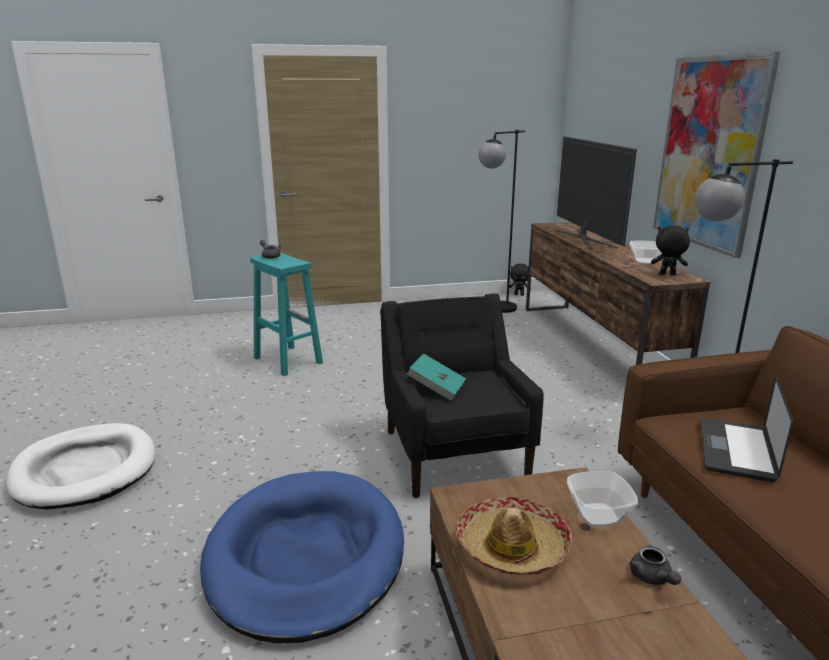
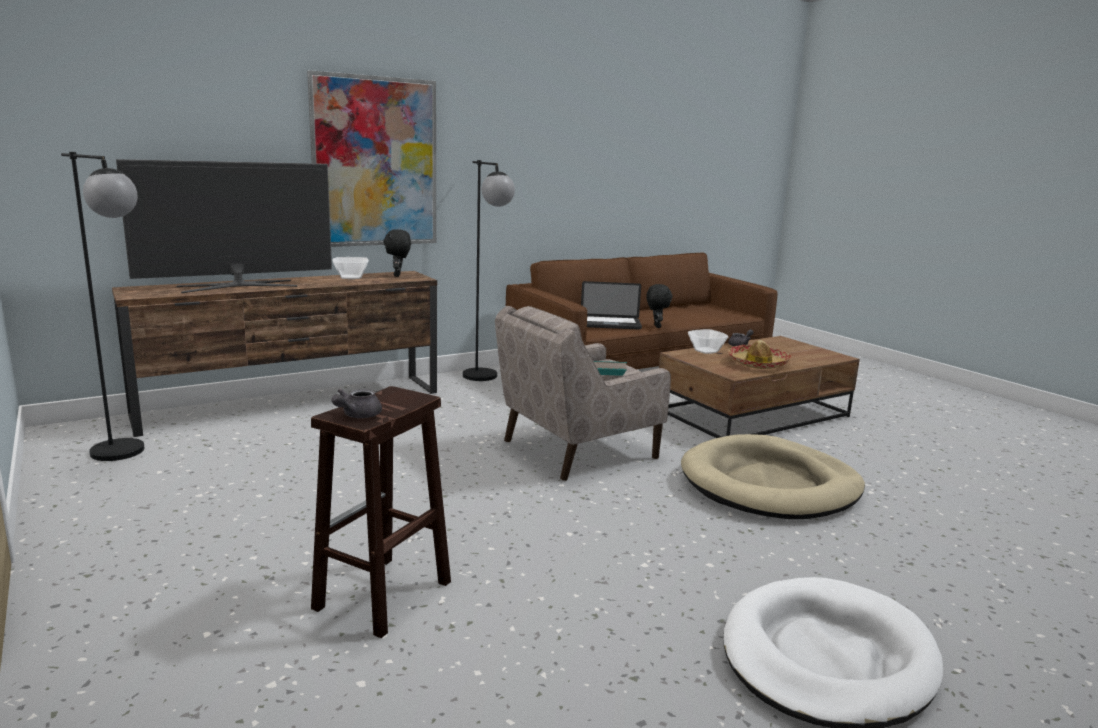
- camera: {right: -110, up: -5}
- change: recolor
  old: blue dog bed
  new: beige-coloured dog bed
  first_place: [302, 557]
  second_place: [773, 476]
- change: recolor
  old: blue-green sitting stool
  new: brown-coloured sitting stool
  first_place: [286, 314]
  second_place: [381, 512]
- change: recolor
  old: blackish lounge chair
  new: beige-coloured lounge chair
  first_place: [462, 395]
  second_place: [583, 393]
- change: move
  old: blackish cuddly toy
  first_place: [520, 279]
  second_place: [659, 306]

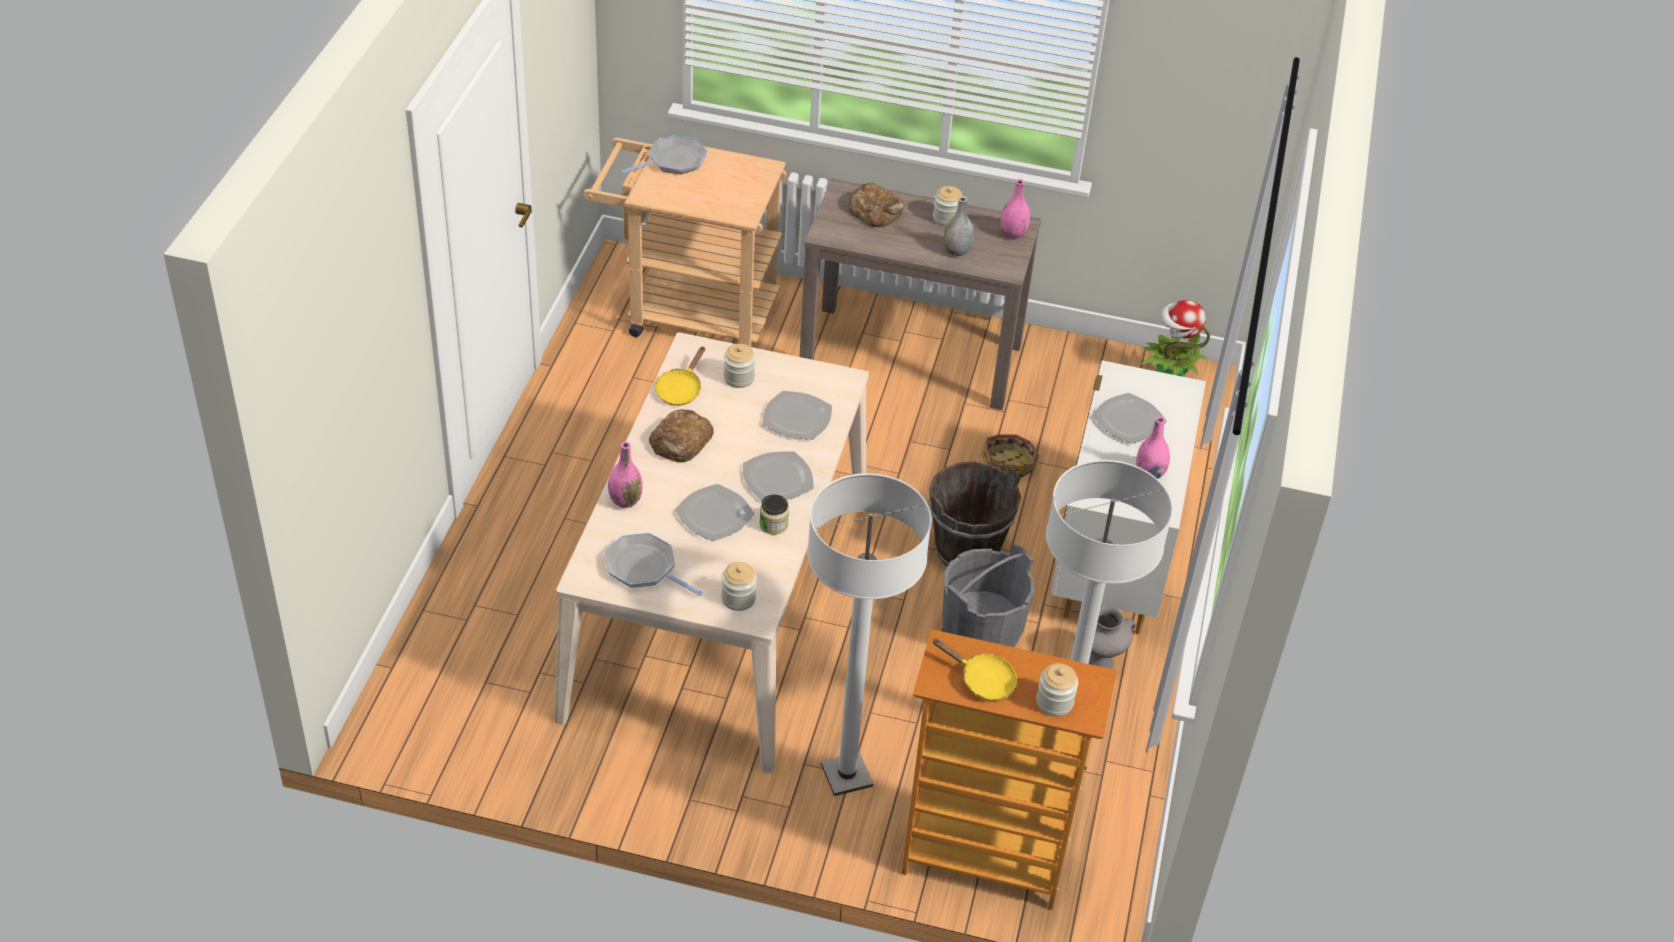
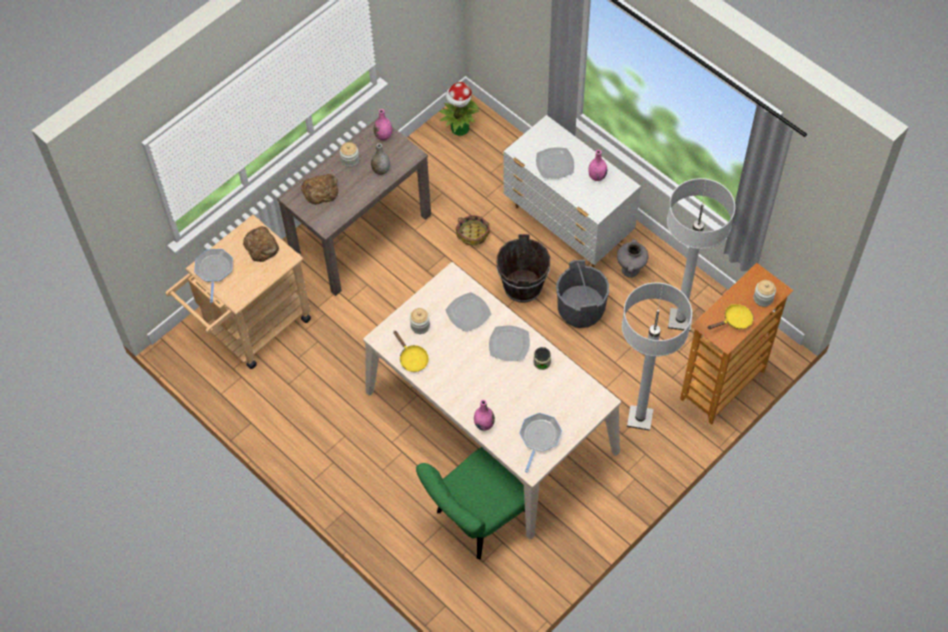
- camera: {right: -55, up: 15}
- change: rotate
  old: skillet
  first_place: [654, 564]
  second_place: [540, 443]
  degrees: 135
- change: move
  old: bread
  first_place: [681, 436]
  second_place: [261, 244]
- change: delete
  old: plate
  first_place: [714, 512]
- change: delete
  old: jar
  first_place: [739, 586]
- change: insert
  new: greenish upright chair
  second_place: [470, 503]

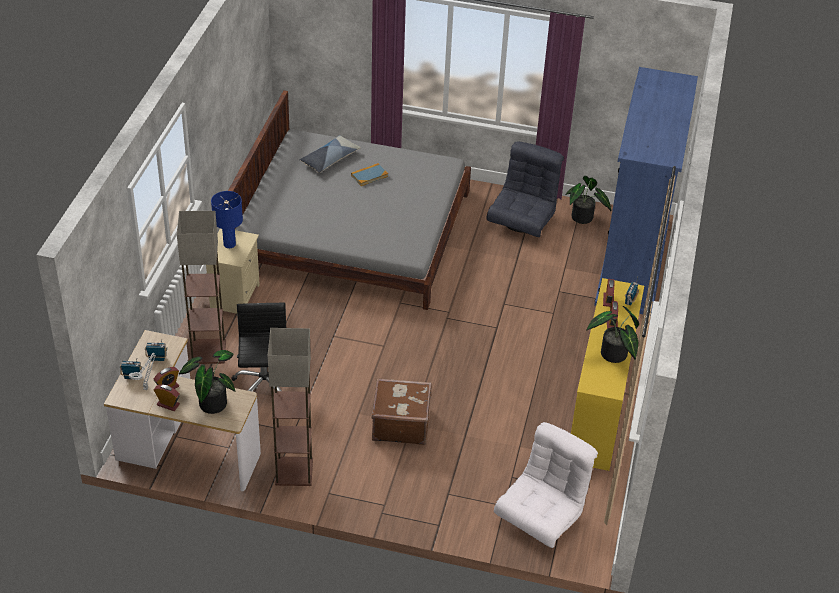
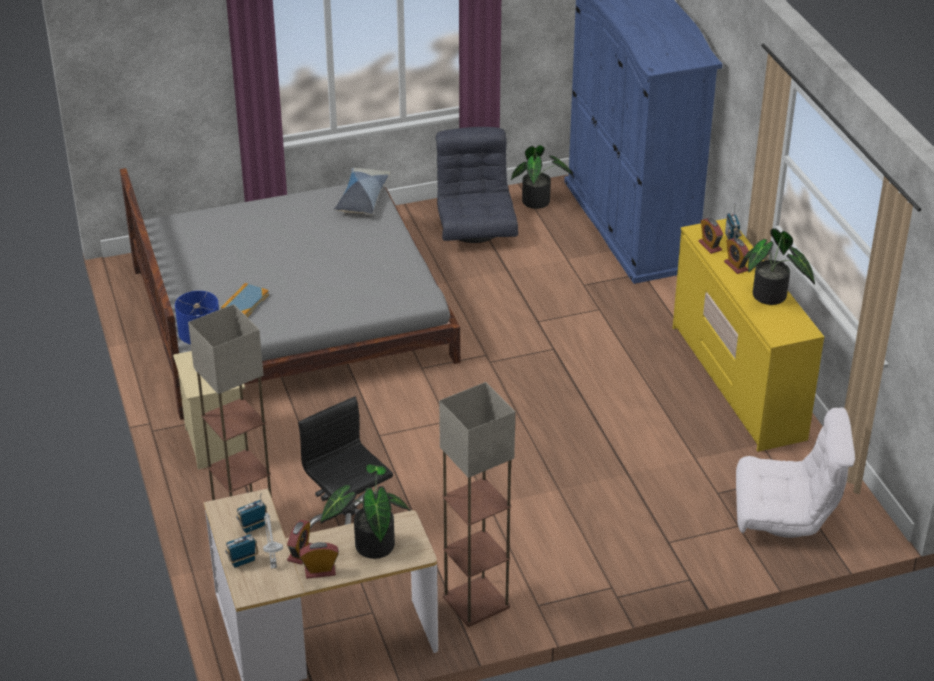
- camera: {right: -30, up: -5}
- change: move
  old: throw pillow
  first_place: [330, 154]
  second_place: [362, 191]
- change: move
  old: volume
  first_place: [369, 174]
  second_place: [245, 300]
- change: delete
  old: brown-coloured piece of luggage
  first_place: [402, 411]
- change: rotate
  old: white lounge chair
  first_place: [546, 485]
  second_place: [795, 472]
  degrees: 90

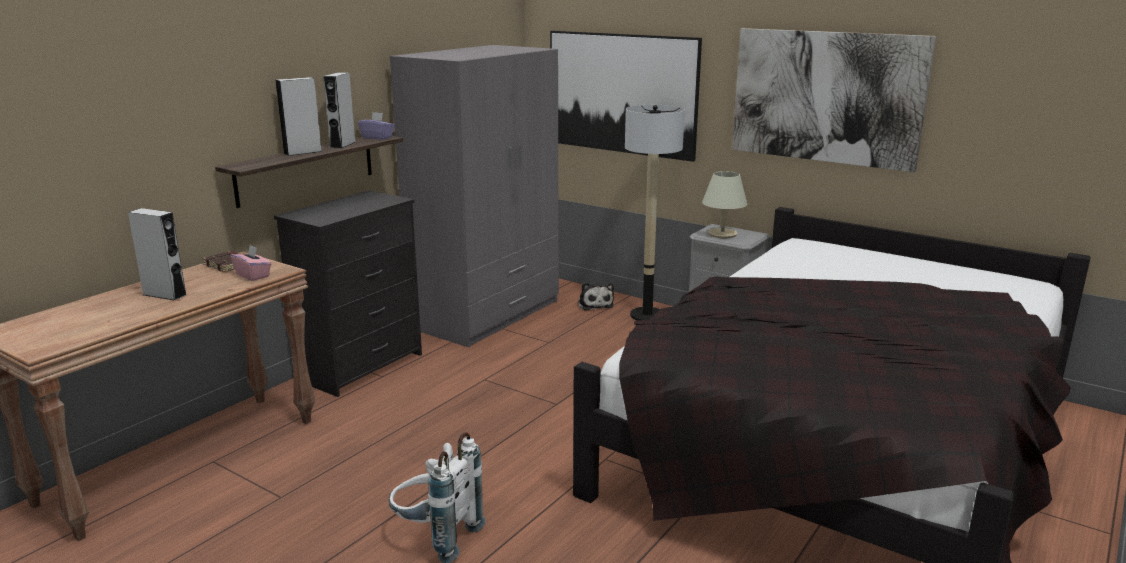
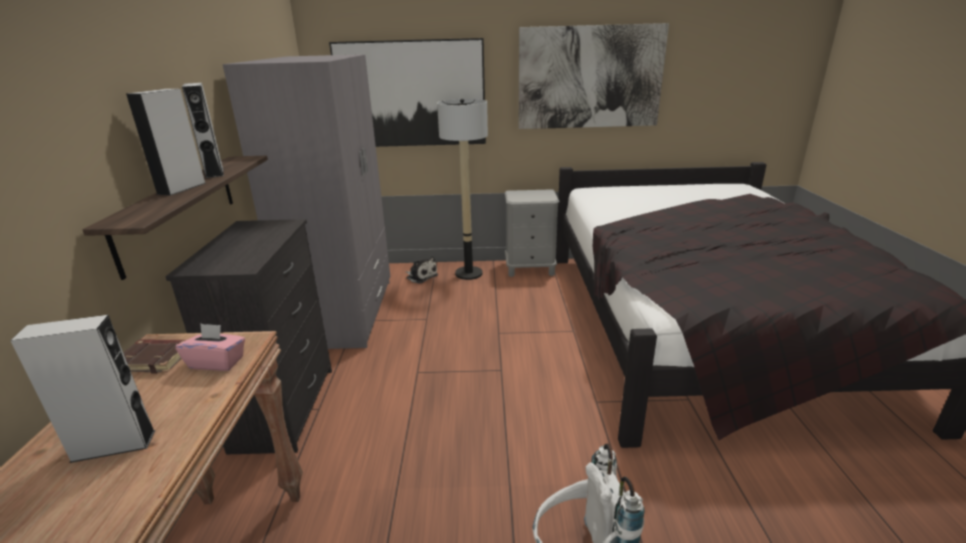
- camera: {right: -35, up: 5}
- change: delete
  old: purple tissue holder
  first_place: [376, 126]
- change: delete
  old: beige-coloured table lamp
  first_place: [724, 204]

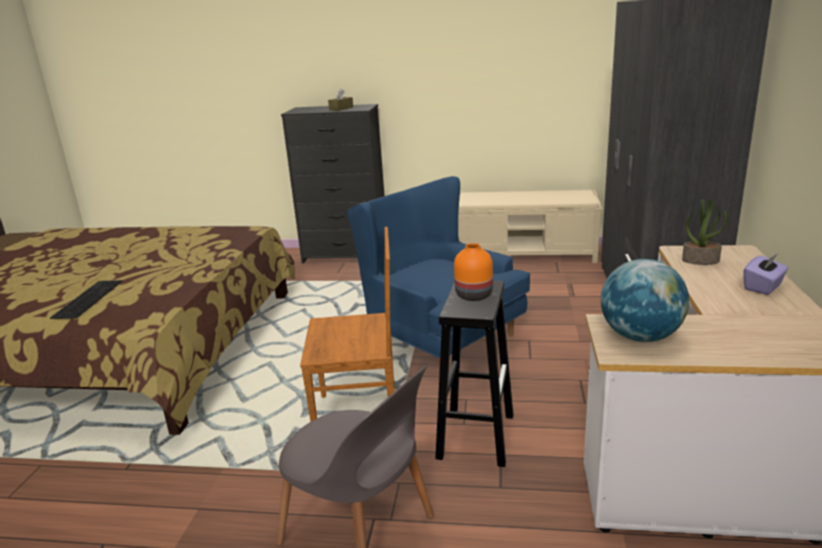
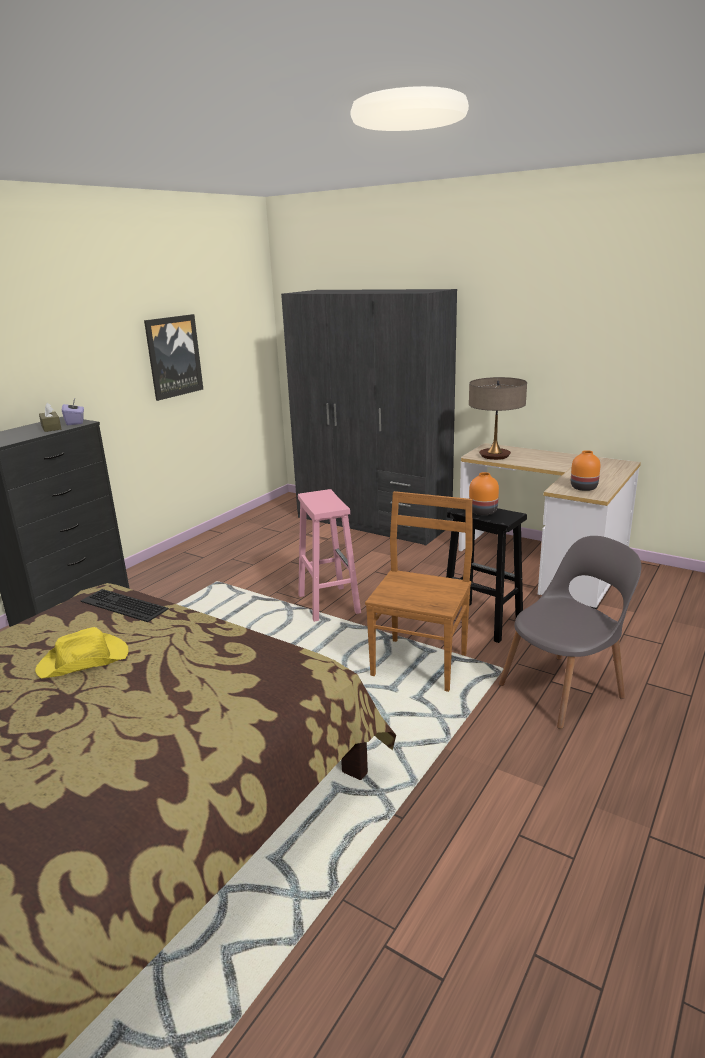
- camera: {right: -65, up: 0}
- change: move
  old: PC keyboard
  first_place: [86, 299]
  second_place: [125, 605]
- change: replace
  old: blue lounge chair
  new: pinkish sitting stool
  first_place: [438, 275]
  second_place: [329, 555]
- change: delete
  old: beige-coloured indoor bench
  first_place: [530, 226]
- change: replace
  old: desk globe
  new: orange-coloured vase
  first_place: [645, 300]
  second_place: [586, 470]
- change: replace
  old: potted plant
  new: table lamp
  first_place: [705, 232]
  second_place: [498, 418]
- change: move
  old: purple tissue holder
  first_place: [766, 274]
  second_place: [73, 412]
- change: insert
  new: yellowish wearable hat
  second_place: [82, 653]
- change: insert
  new: wall art
  second_place: [173, 357]

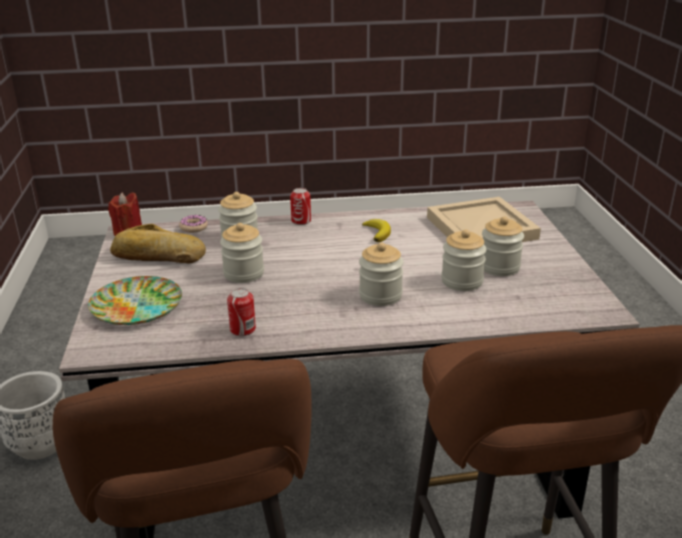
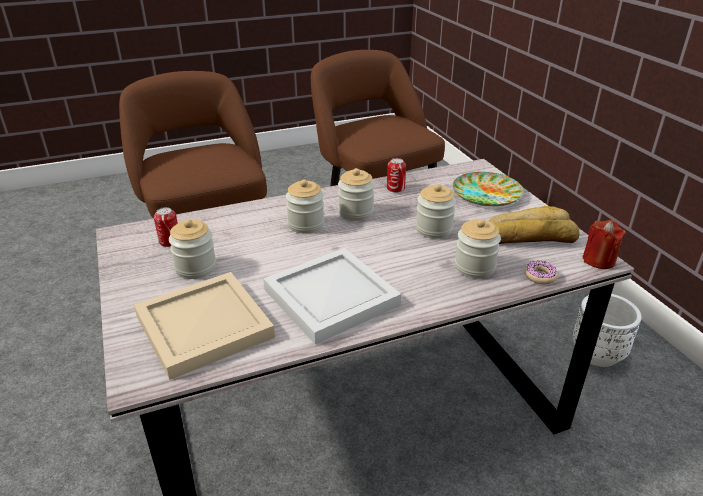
- camera: {right: 165, up: 5}
- change: move
  old: metal can
  first_place: [300, 206]
  second_place: [166, 227]
- change: replace
  old: banana fruit
  new: white serving tray
  first_place: [376, 230]
  second_place: [332, 296]
- change: move
  old: jar
  first_place: [464, 260]
  second_place: [356, 194]

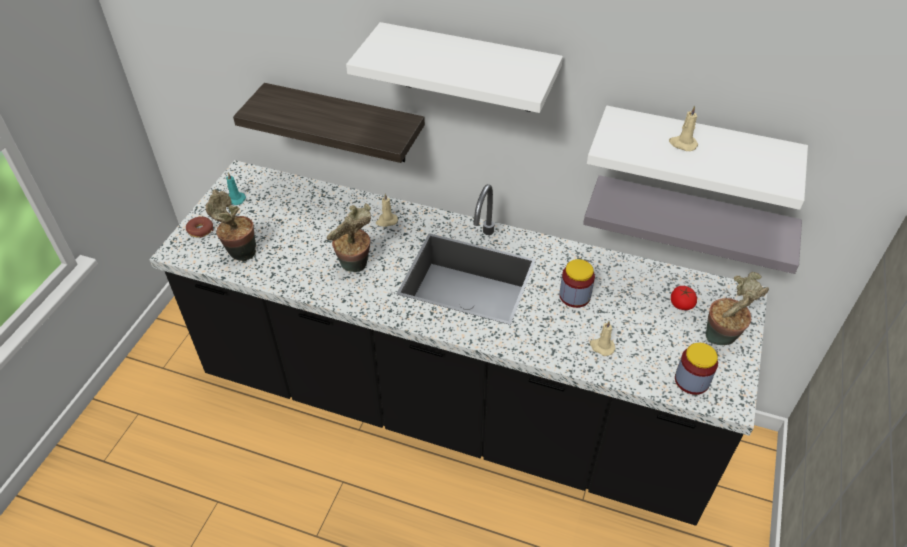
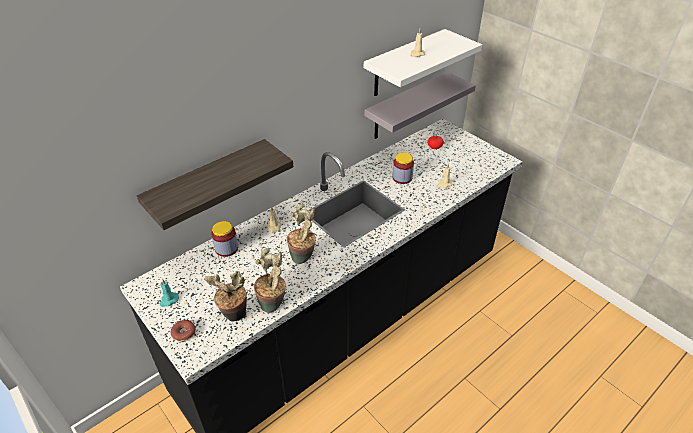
- camera: {right: -60, up: -5}
- change: delete
  old: white shelf
  first_place: [454, 67]
- change: move
  old: jar
  first_place: [696, 369]
  second_place: [224, 239]
- change: move
  old: potted plant
  first_place: [737, 308]
  second_place: [270, 281]

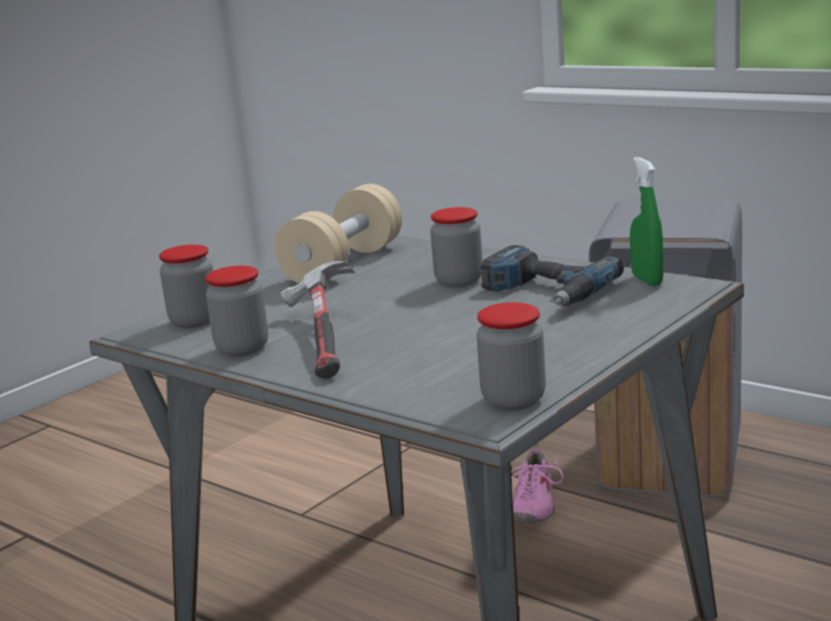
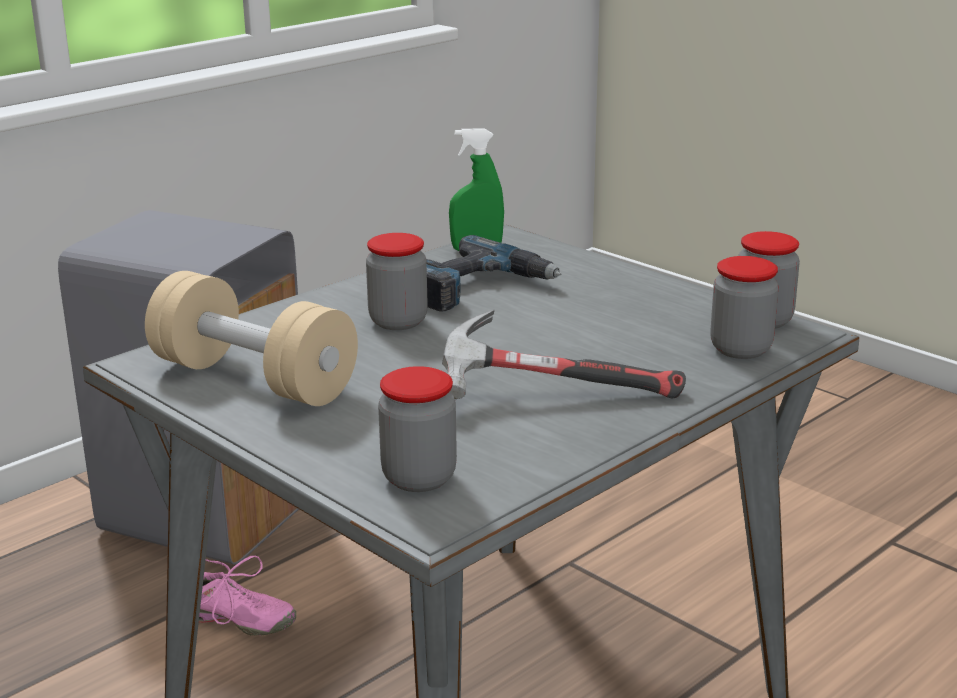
- camera: {right: -85, up: 5}
- change: move
  old: jar
  first_place: [236, 311]
  second_place: [744, 307]

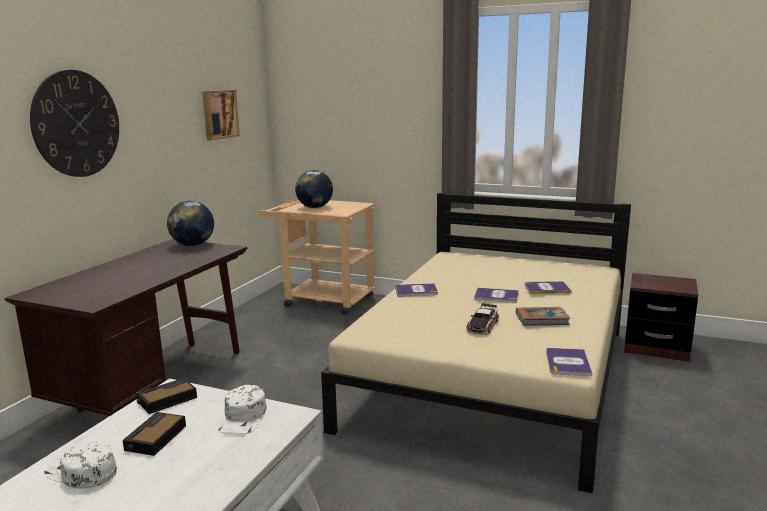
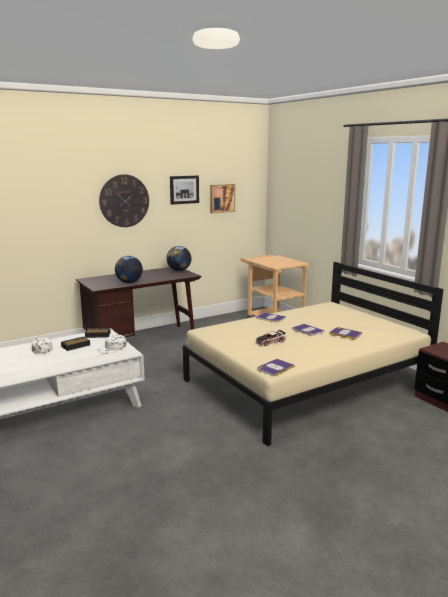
- camera: {right: 35, up: 0}
- change: move
  old: desk globe
  first_place: [314, 189]
  second_place: [129, 269]
- change: delete
  old: volume
  first_place: [543, 316]
- change: insert
  new: wall art
  second_place: [184, 190]

